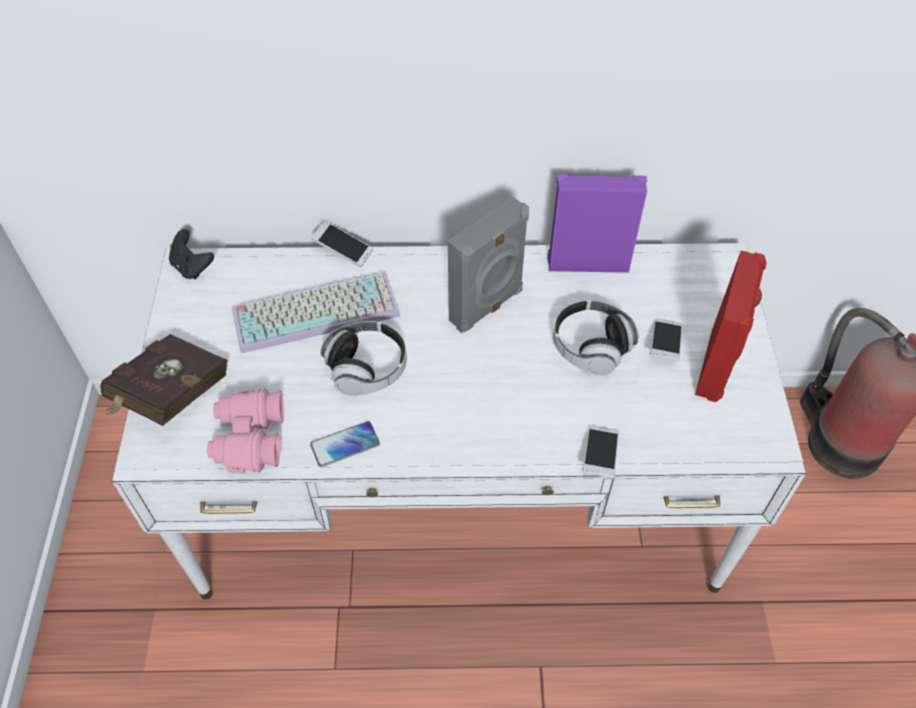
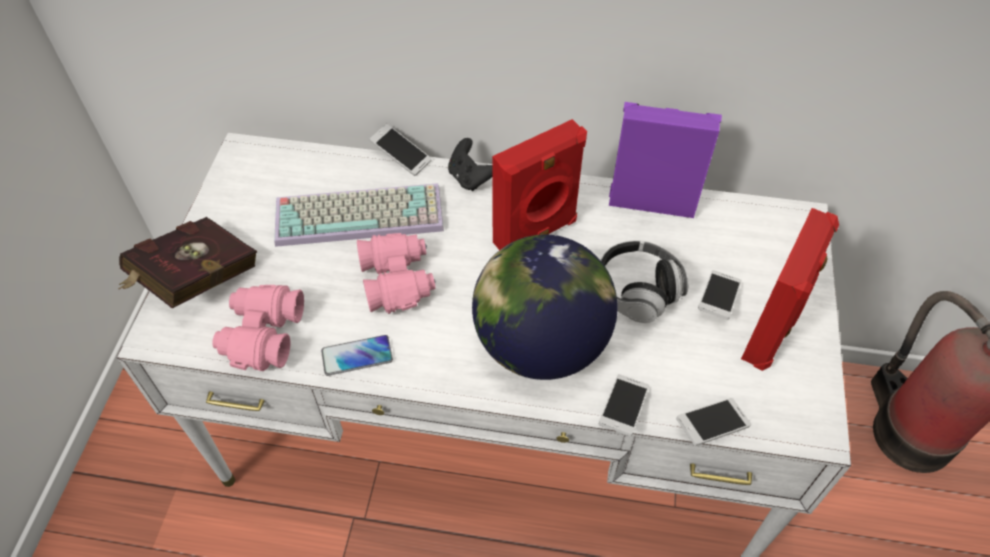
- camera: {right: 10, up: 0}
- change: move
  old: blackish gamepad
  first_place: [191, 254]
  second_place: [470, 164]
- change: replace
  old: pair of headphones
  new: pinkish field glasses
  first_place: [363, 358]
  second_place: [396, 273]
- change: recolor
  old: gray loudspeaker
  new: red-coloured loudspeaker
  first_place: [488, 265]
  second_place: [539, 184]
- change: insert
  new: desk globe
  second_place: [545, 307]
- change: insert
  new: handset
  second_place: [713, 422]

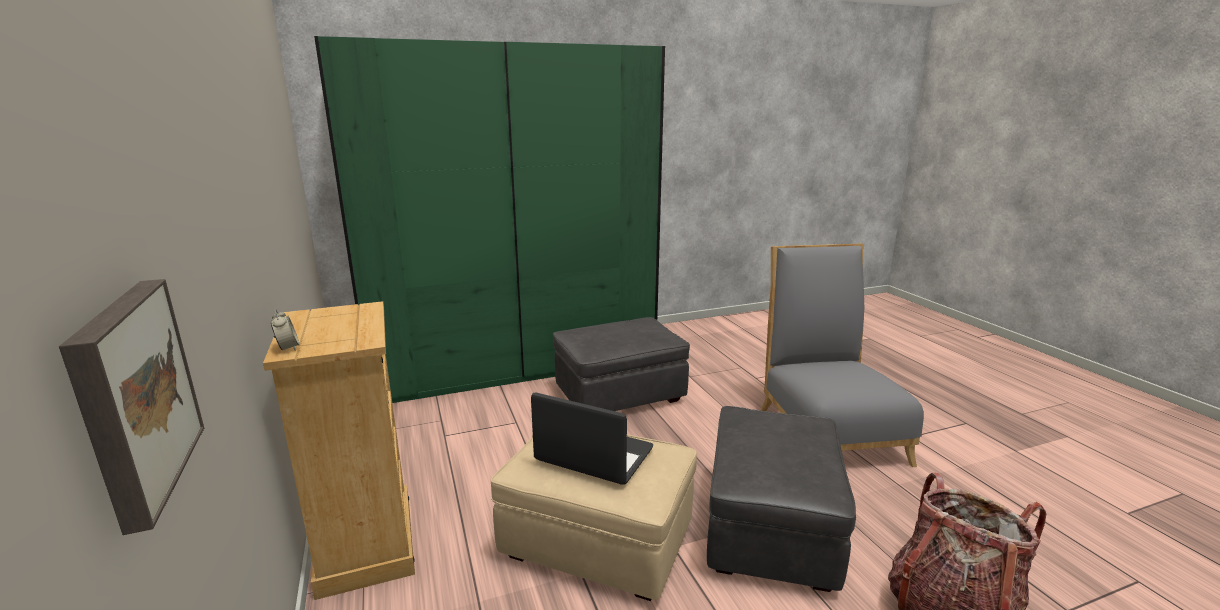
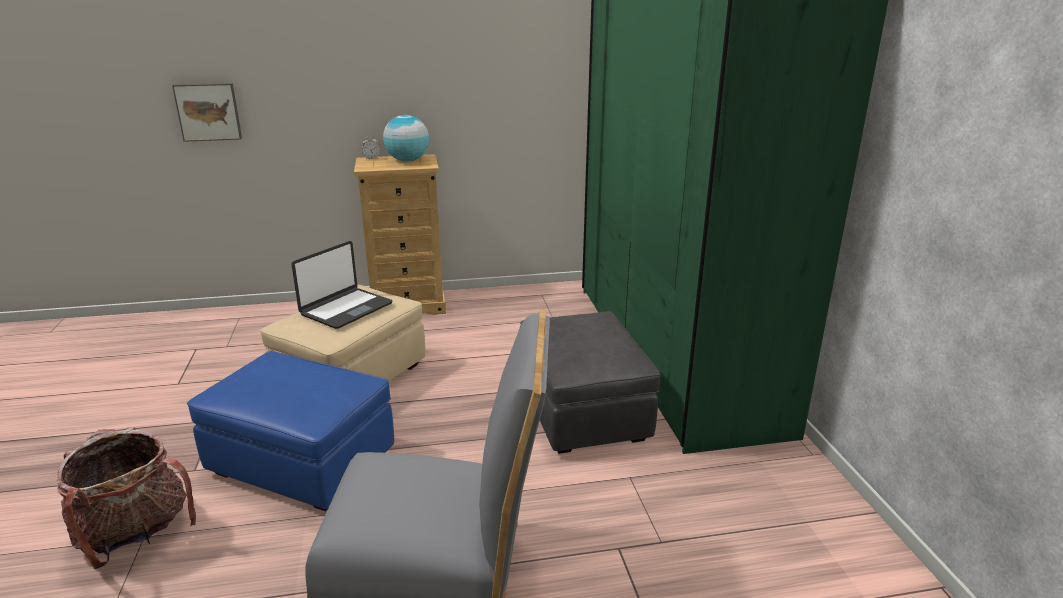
- camera: {right: 100, up: 5}
- change: recolor
  old: gray footrest
  new: blue footrest
  first_place: [781, 499]
  second_place: [290, 431]
- change: insert
  new: desk globe
  second_place: [406, 138]

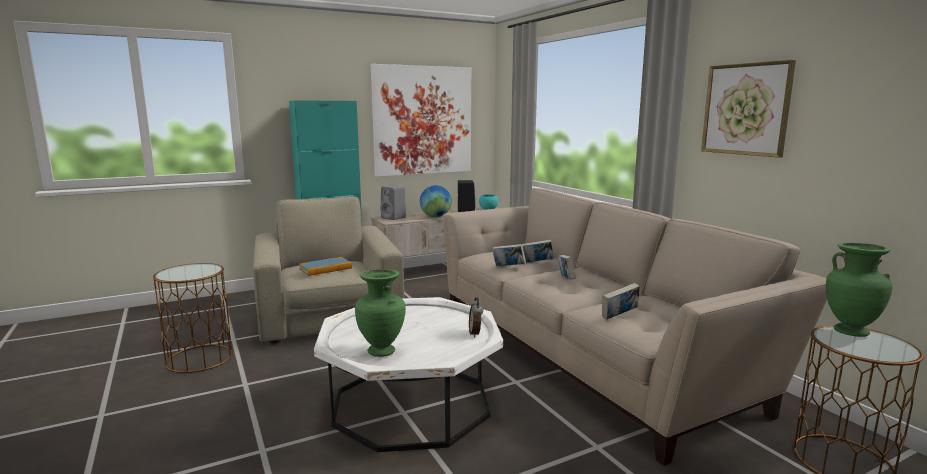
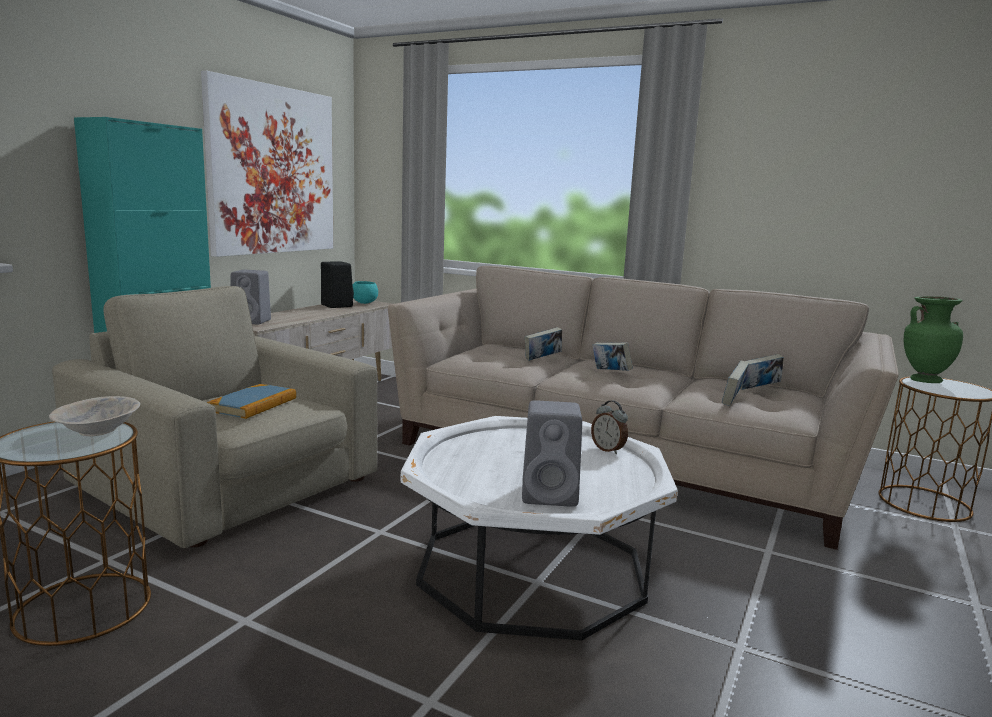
- camera: {right: -35, up: 0}
- change: replace
  old: greenish vase
  new: gray loudspeaker
  first_place: [380, 313]
  second_place: [552, 453]
- change: delete
  old: desk globe
  first_place: [436, 201]
- change: move
  old: volume
  first_place: [509, 255]
  second_place: [762, 372]
- change: delete
  old: wall art
  first_place: [748, 109]
- change: insert
  new: beige-coloured serving bowl
  second_place: [94, 416]

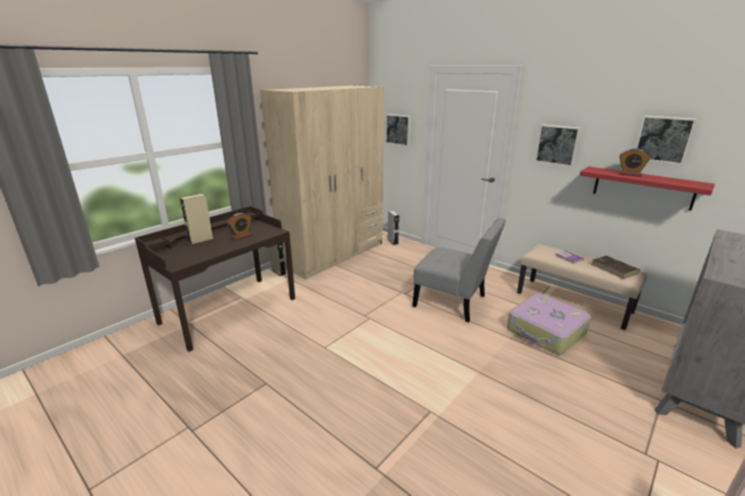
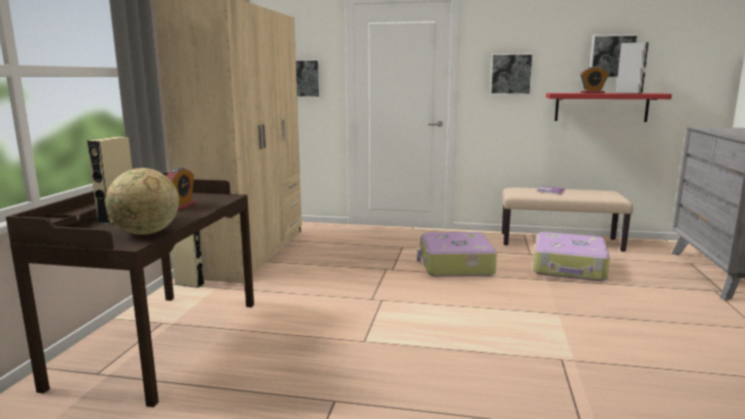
- camera: {right: -30, up: -10}
- change: move
  old: gray loudspeaker
  first_place: [393, 228]
  second_place: [632, 68]
- change: replace
  old: gray upright chair
  new: piece of luggage
  first_place: [459, 270]
  second_place: [457, 254]
- change: delete
  old: brown-coloured volume
  first_place: [615, 267]
- change: insert
  new: desk globe
  second_place: [142, 201]

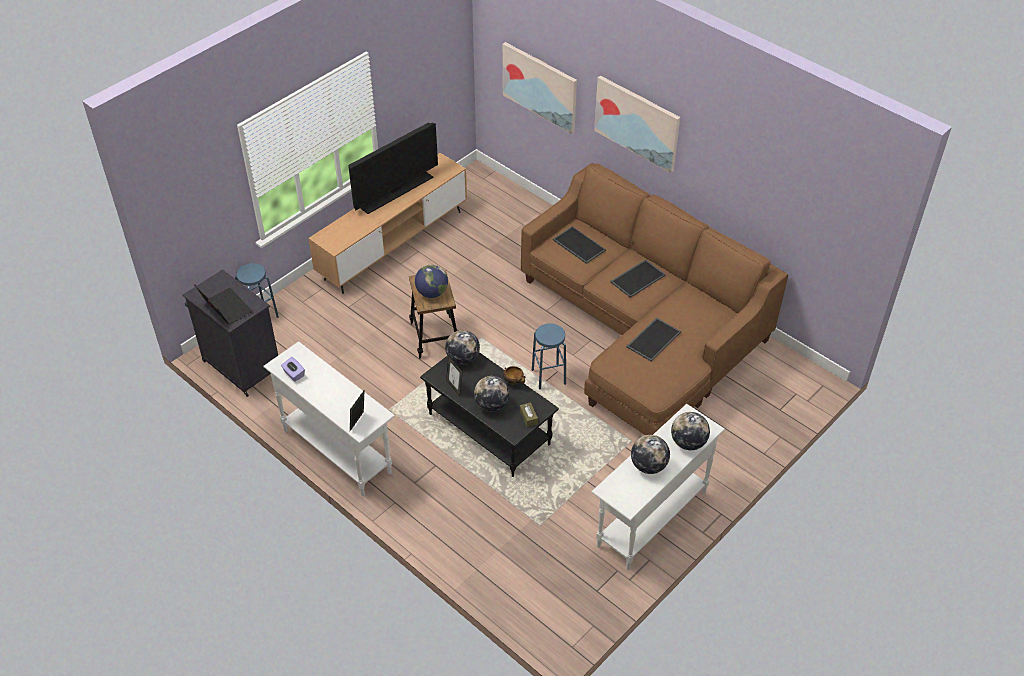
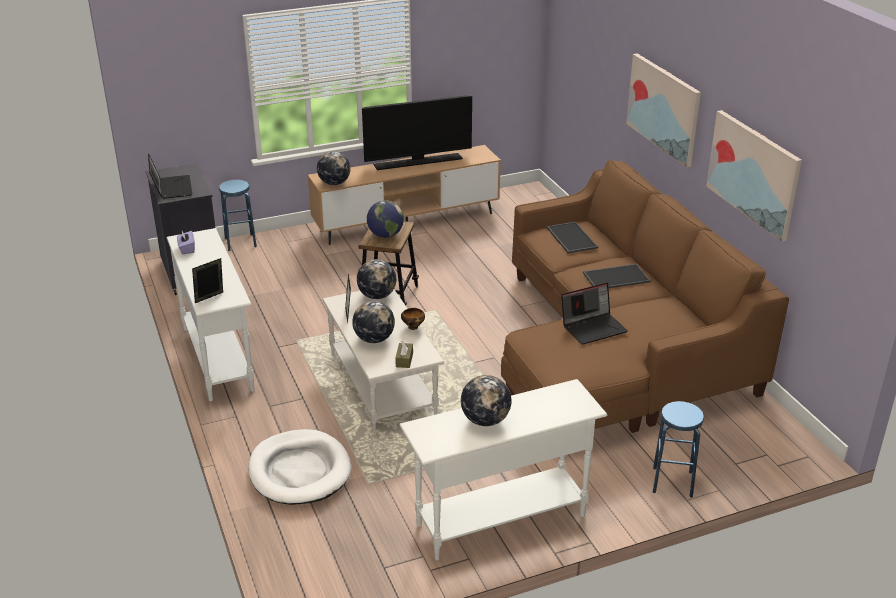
- camera: {right: 25, up: -15}
- change: recolor
  old: blackish coffee table
  new: white coffee table
  first_place: [489, 414]
  second_place: [383, 360]
- change: move
  old: wall art
  first_place: [540, 88]
  second_place: [754, 176]
- change: move
  old: blue sitting stool
  first_place: [549, 356]
  second_place: [678, 449]
- change: replace
  old: serving tray
  new: laptop
  first_place: [653, 339]
  second_place: [594, 314]
- change: move
  old: desk globe
  first_place: [690, 431]
  second_place: [334, 168]
- change: insert
  new: white dog bed
  second_place: [299, 467]

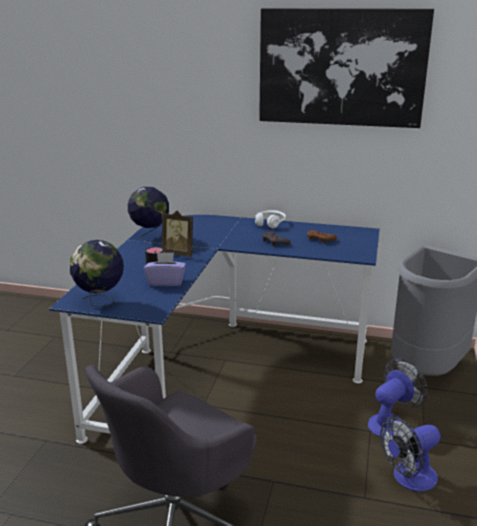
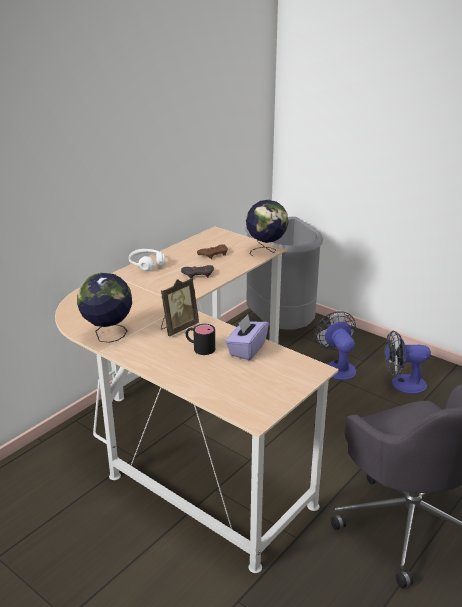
- camera: {right: -65, up: 5}
- change: recolor
  old: blue desk unit
  new: beige-coloured desk unit
  first_place: [214, 329]
  second_place: [197, 399]
- change: move
  old: desk globe
  first_place: [97, 273]
  second_place: [267, 228]
- change: delete
  old: wall art
  first_place: [346, 68]
- change: rotate
  old: fan
  first_place: [410, 454]
  second_place: [408, 362]
  degrees: 90

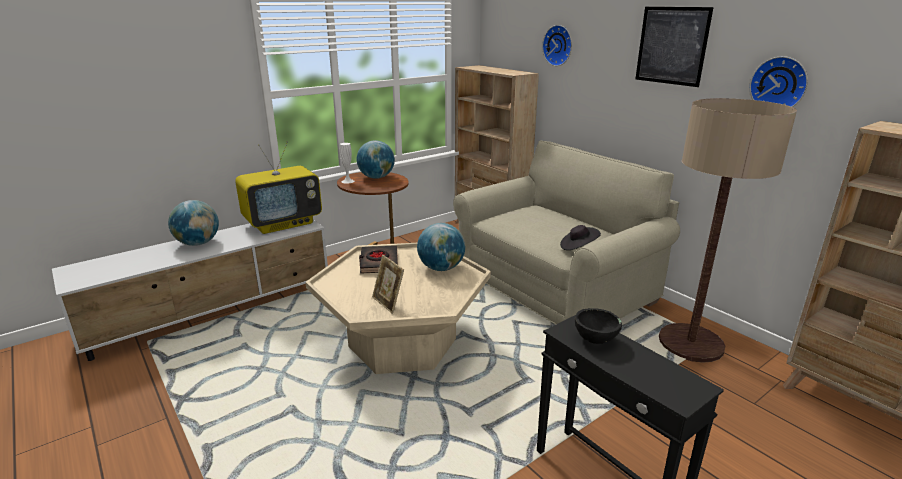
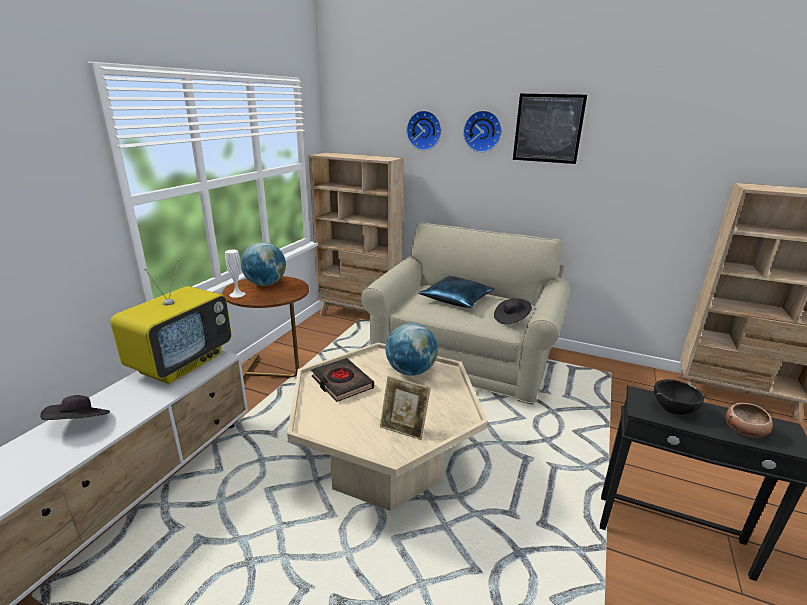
- camera: {right: -30, up: 0}
- change: replace
  old: desk globe
  new: blackish wearable hat
  first_place: [193, 223]
  second_place: [75, 407]
- change: delete
  old: floor lamp
  first_place: [728, 230]
- change: move
  old: clock on the wall
  first_place: [778, 81]
  second_place: [482, 131]
- change: insert
  new: blue throw pillow
  second_place: [456, 292]
- change: insert
  new: serving bowl
  second_place: [749, 420]

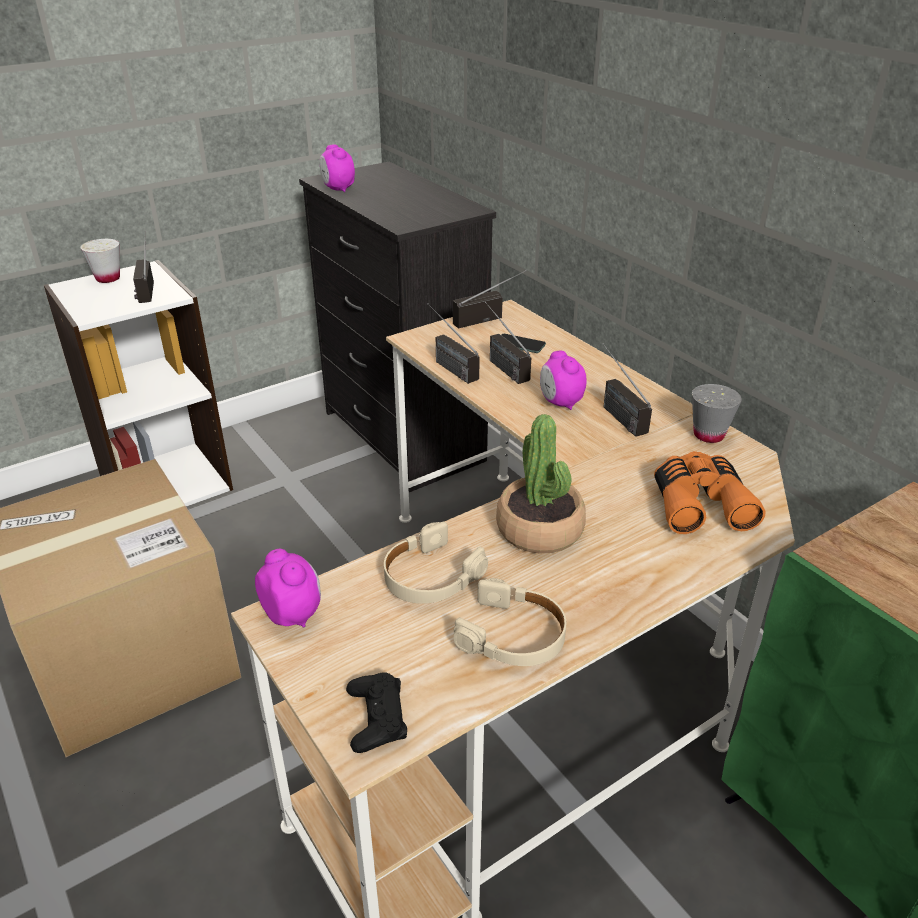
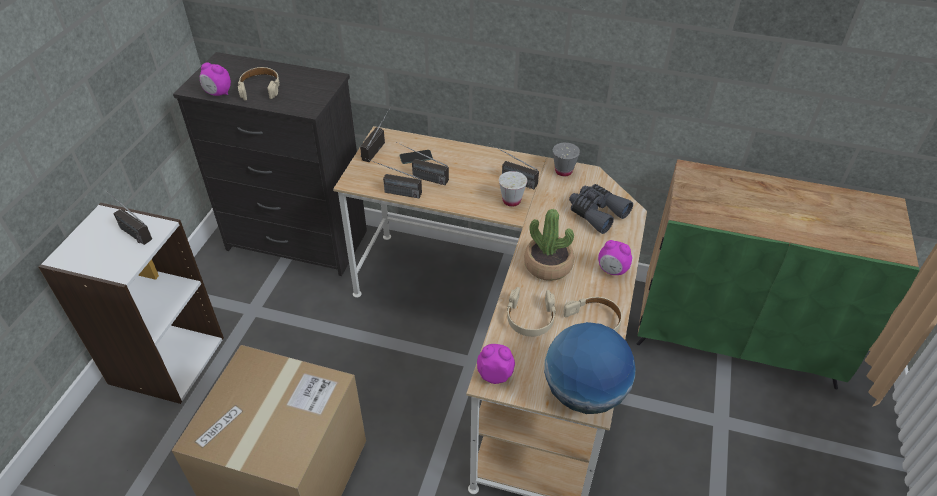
- camera: {right: -40, up: 10}
- change: move
  old: white cup
  first_place: [100, 261]
  second_place: [513, 189]
- change: replace
  old: blackish gamepad
  new: desk globe
  first_place: [376, 712]
  second_place: [589, 368]
- change: move
  old: bedside clock
  first_place: [563, 380]
  second_place: [615, 257]
- change: recolor
  old: orange-coloured field glasses
  new: gray field glasses
  first_place: [710, 492]
  second_place: [601, 209]
- change: insert
  new: beige-coloured pair of headphones
  second_place: [259, 83]

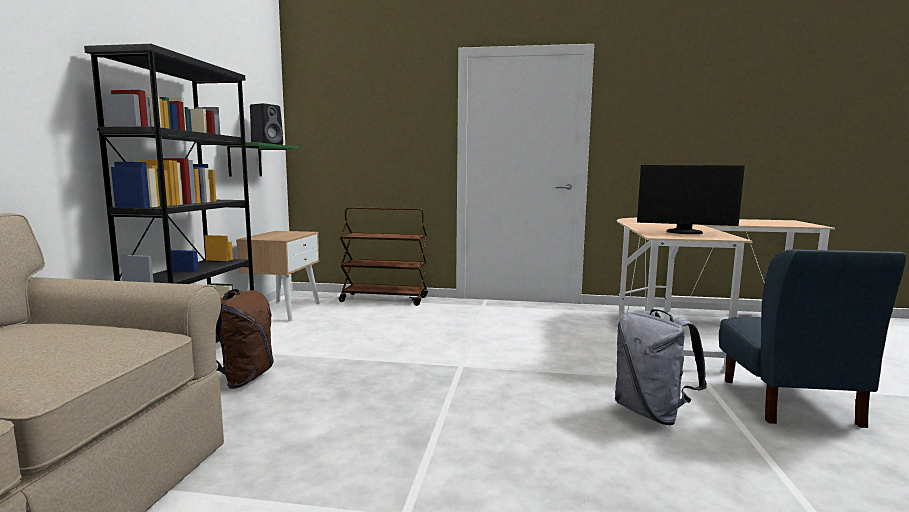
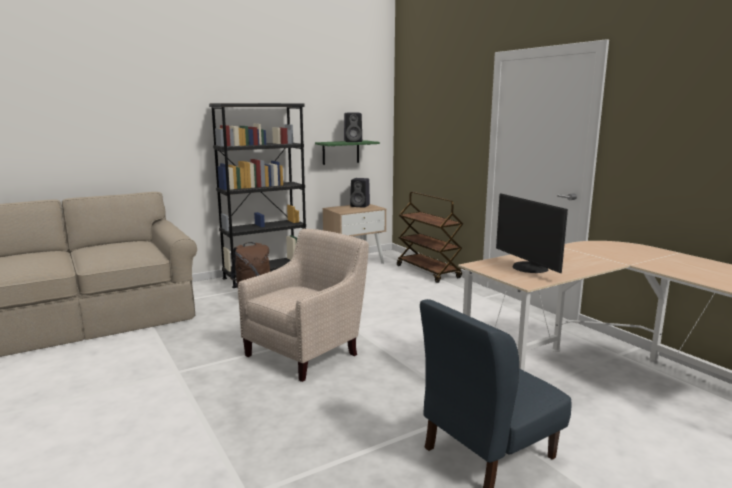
- camera: {right: 50, up: 5}
- change: delete
  old: gray knapsack
  first_place: [661, 367]
- change: insert
  new: beige-coloured lounge chair
  second_place: [303, 305]
- change: insert
  new: blackish loudspeaker
  second_place: [360, 193]

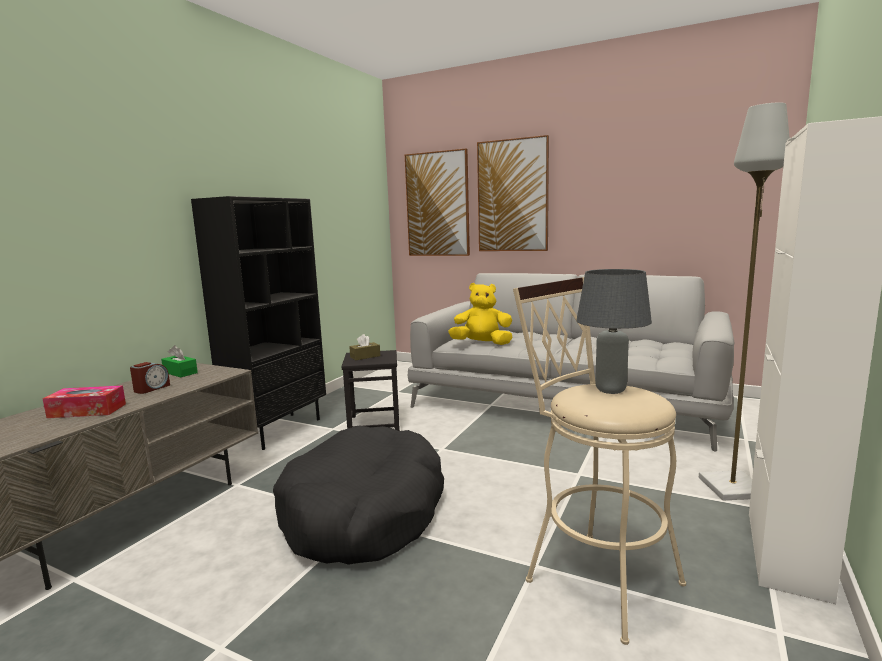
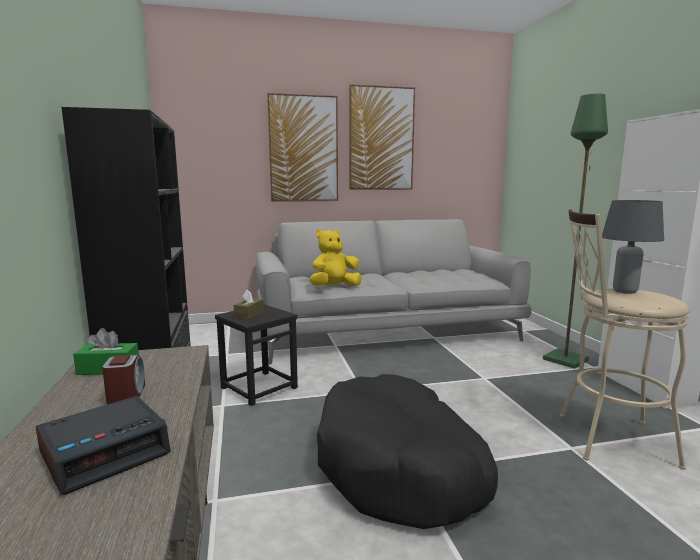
- camera: {right: -40, up: 0}
- change: replace
  old: tissue holder
  new: bedside clock
  first_place: [84, 401]
  second_place: [103, 445]
- change: move
  old: wall art
  first_place: [437, 202]
  second_place: [382, 137]
- change: recolor
  old: gray floor lamp
  new: greenish floor lamp
  first_place: [744, 301]
  second_place: [575, 231]

